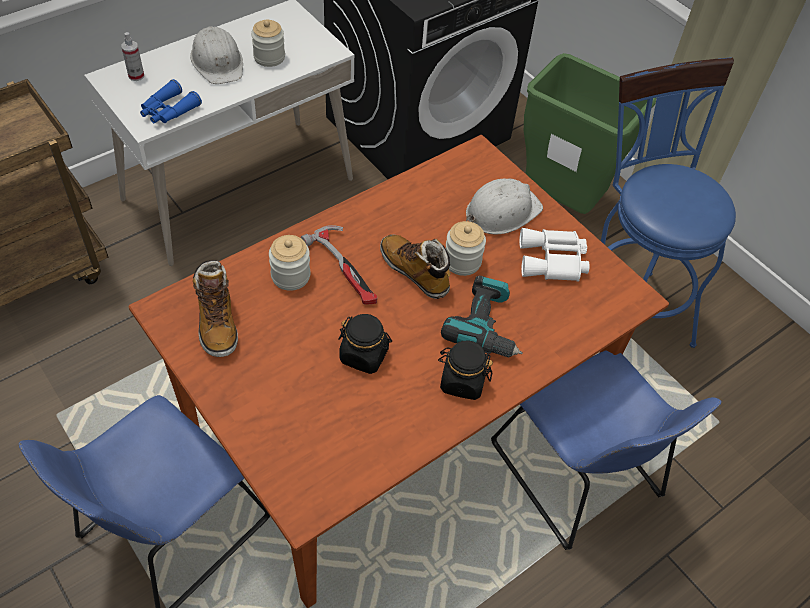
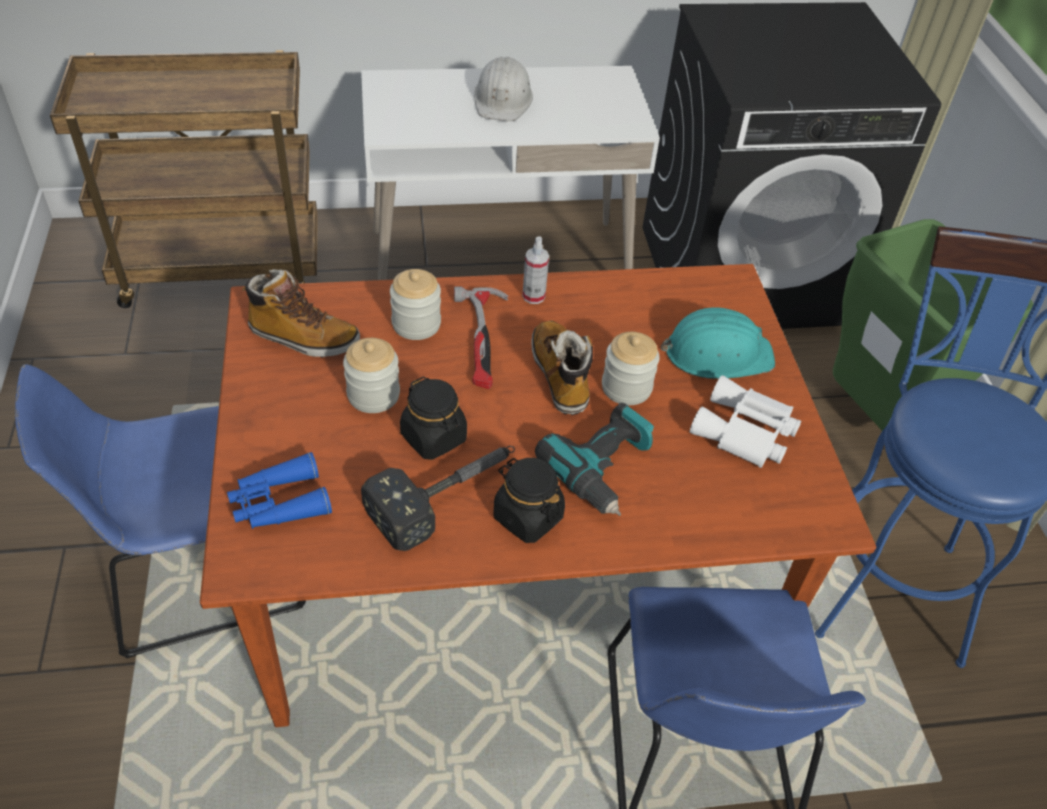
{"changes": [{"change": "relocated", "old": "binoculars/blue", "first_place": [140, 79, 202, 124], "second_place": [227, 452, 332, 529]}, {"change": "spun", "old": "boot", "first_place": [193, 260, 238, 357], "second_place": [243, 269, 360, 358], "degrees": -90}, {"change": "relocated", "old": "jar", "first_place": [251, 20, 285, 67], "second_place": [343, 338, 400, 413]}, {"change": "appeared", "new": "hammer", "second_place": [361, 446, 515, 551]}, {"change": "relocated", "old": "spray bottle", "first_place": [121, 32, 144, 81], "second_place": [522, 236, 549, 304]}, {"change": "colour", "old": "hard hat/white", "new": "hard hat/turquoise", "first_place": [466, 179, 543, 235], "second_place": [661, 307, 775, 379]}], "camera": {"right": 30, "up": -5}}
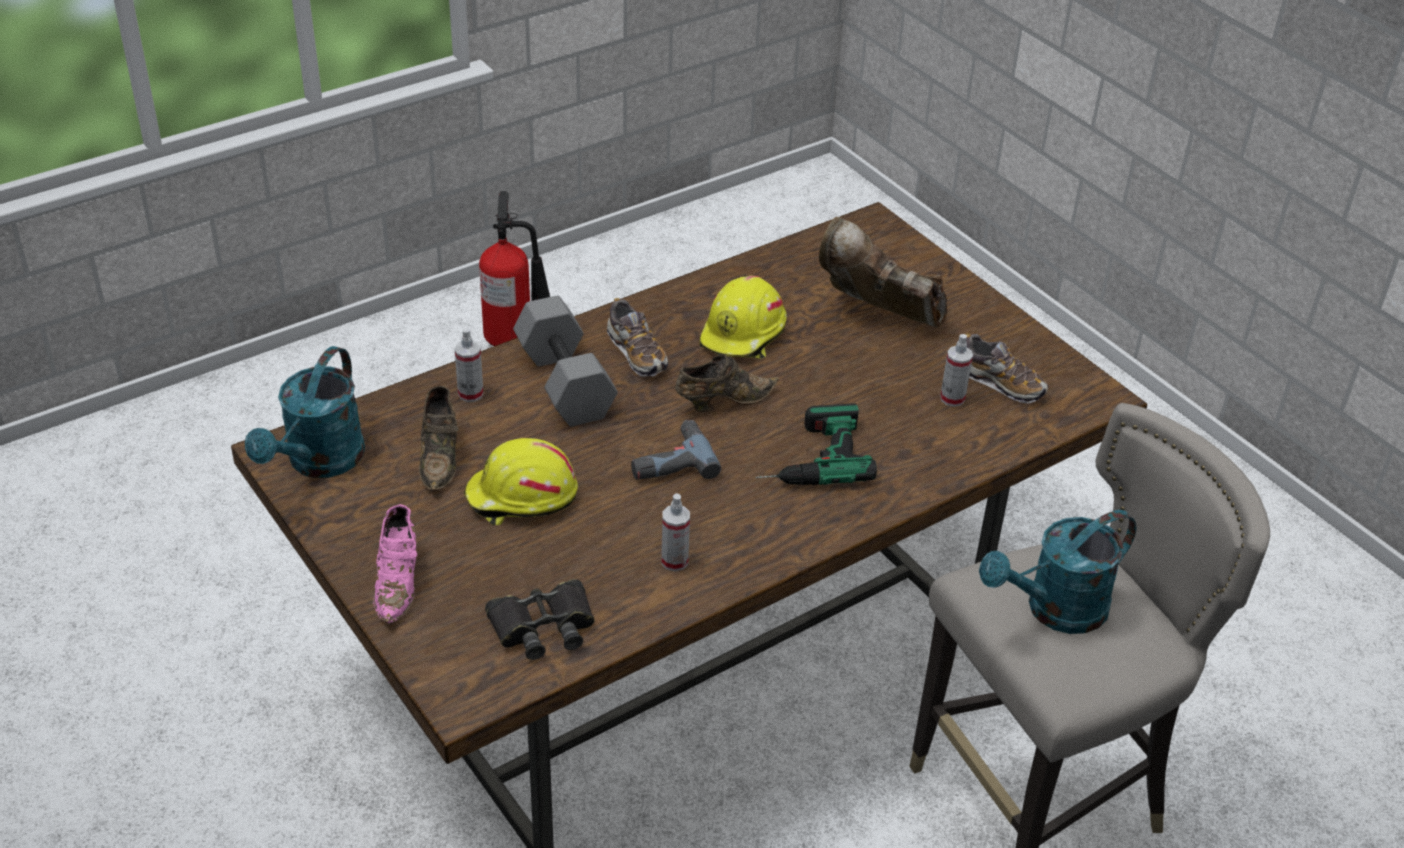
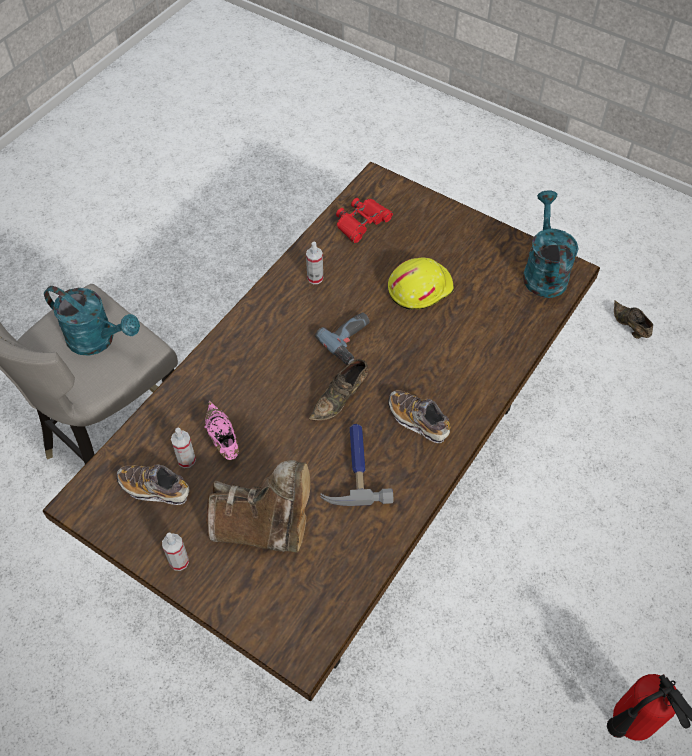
{"changes": [{"change": "spun", "old": "watering can/turquoise", "first_place": [979, 510, 1136, 634], "second_place": [44, 286, 140, 356], "degrees": 75}, {"change": "relocated", "old": "spray bottle", "first_place": [454, 328, 483, 402], "second_place": [162, 533, 189, 571]}, {"change": "relocated", "old": "shoe/pink", "first_place": [373, 504, 417, 623], "second_place": [205, 400, 239, 460]}, {"change": "exchanged", "old": "hard hat/yellow", "new": "hammer", "first_place": [700, 276, 787, 359], "second_place": [320, 424, 393, 506]}, {"change": "colour", "old": "binoculars/black", "new": "binoculars/red", "first_place": [485, 579, 595, 660], "second_place": [336, 198, 393, 243]}, {"change": "relocated", "old": "shoe/brown", "first_place": [419, 386, 459, 492], "second_place": [614, 300, 653, 339]}, {"change": "missing", "old": "dumbbell/grey", "first_place": [513, 295, 618, 427]}, {"change": "missing", "old": "power drill", "first_place": [755, 403, 877, 485]}], "camera": {"right": 160, "up": 15}}
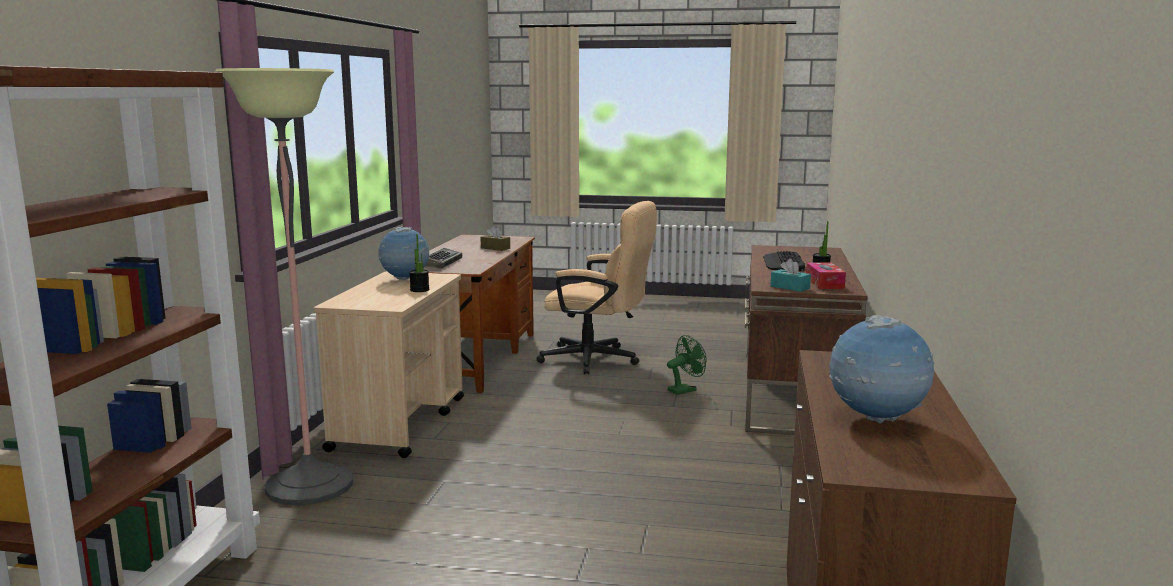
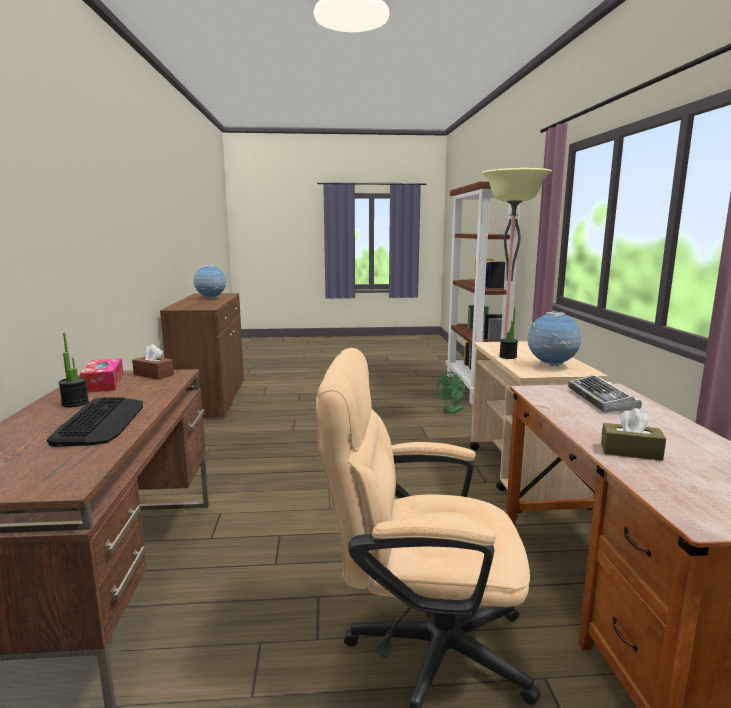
{"changes": [{"change": "colour", "old": "tissue box/turquoise", "new": "tissue box/brown", "first_place": [771, 259, 811, 292], "second_place": [132, 344, 174, 380]}, {"change": "relocated", "old": "fan/green", "first_place": [667, 335, 707, 395], "second_place": [437, 372, 465, 414]}], "camera": {"right": 165, "up": 0}}
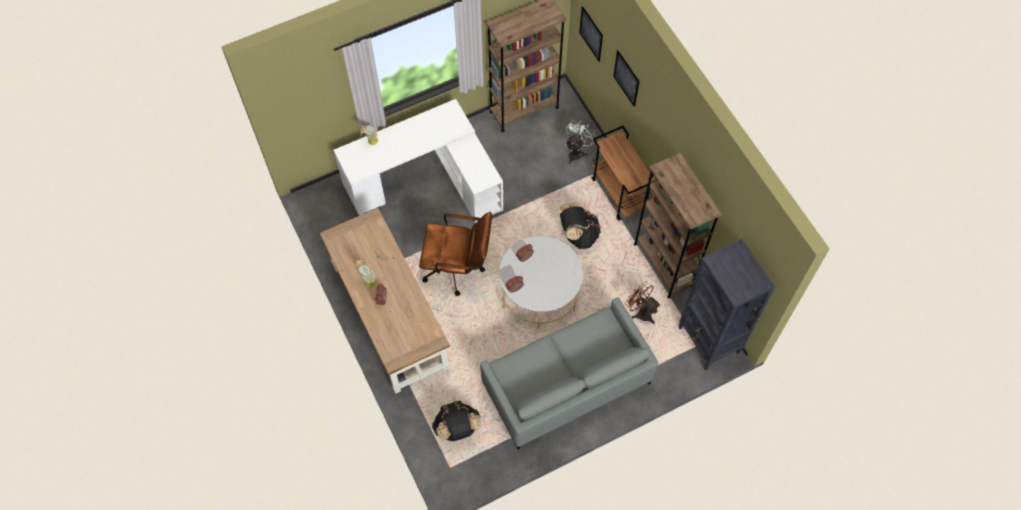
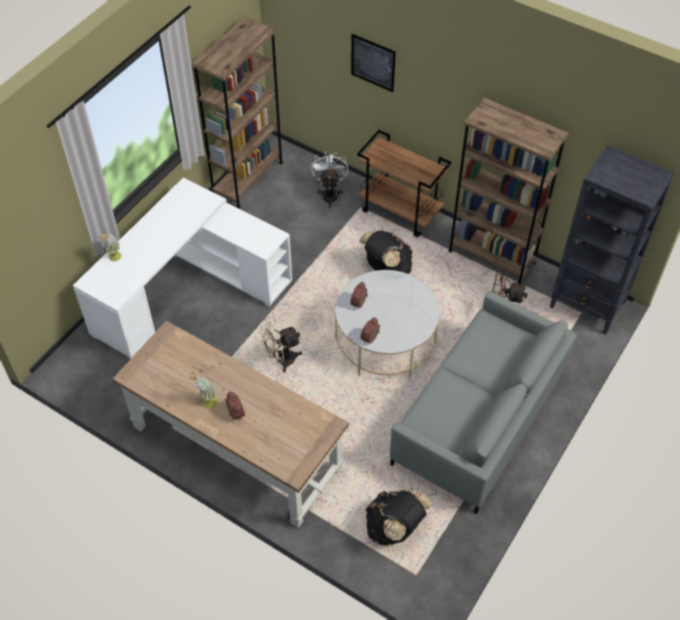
{"changes": [{"change": "exchanged", "old": "office chair/brown", "new": "fan/beige", "first_place": [419, 212, 492, 296], "second_place": [260, 322, 302, 372]}, {"change": "missing", "old": "picture", "first_place": [579, 6, 603, 62]}], "camera": {"right": -30, "up": -10}}
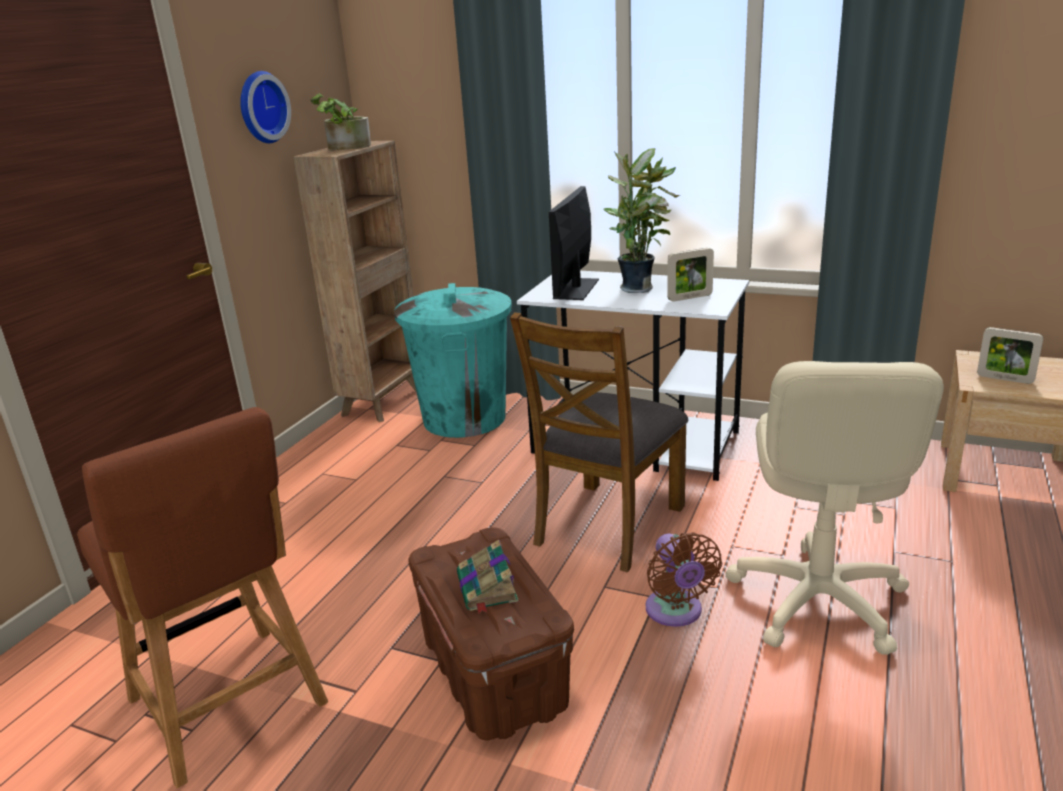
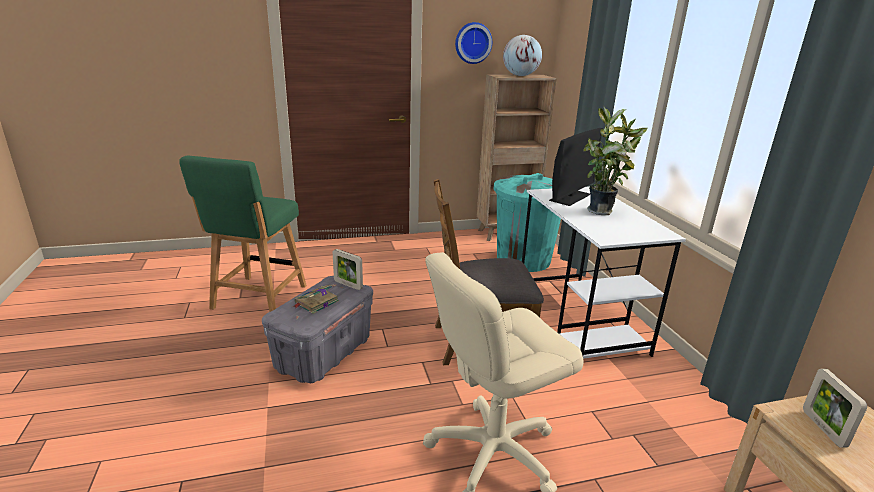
{"changes": [{"change": "colour", "old": "chair/brown", "new": "chair/green", "first_place": [77, 407, 328, 788], "second_place": [179, 156, 307, 312]}, {"change": "colour", "old": "storage box/brown", "new": "storage box/grey", "first_place": [408, 527, 574, 740], "second_place": [262, 276, 373, 383]}, {"change": "relocated", "old": "picture frame", "first_place": [667, 248, 714, 302], "second_place": [333, 249, 363, 290]}, {"change": "exchanged", "old": "potted plant", "new": "globe", "first_place": [310, 93, 371, 150], "second_place": [503, 35, 542, 76]}, {"change": "spun", "old": "monitor", "first_place": [549, 186, 599, 300], "second_place": [549, 128, 603, 206], "degrees": 150}, {"change": "missing", "old": "fan/brown", "first_place": [646, 532, 722, 627]}], "camera": {"right": 50, "up": 0}}
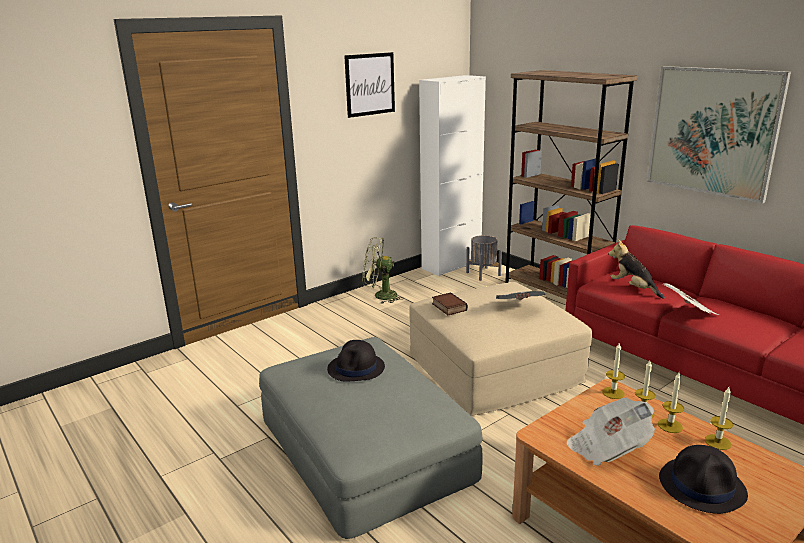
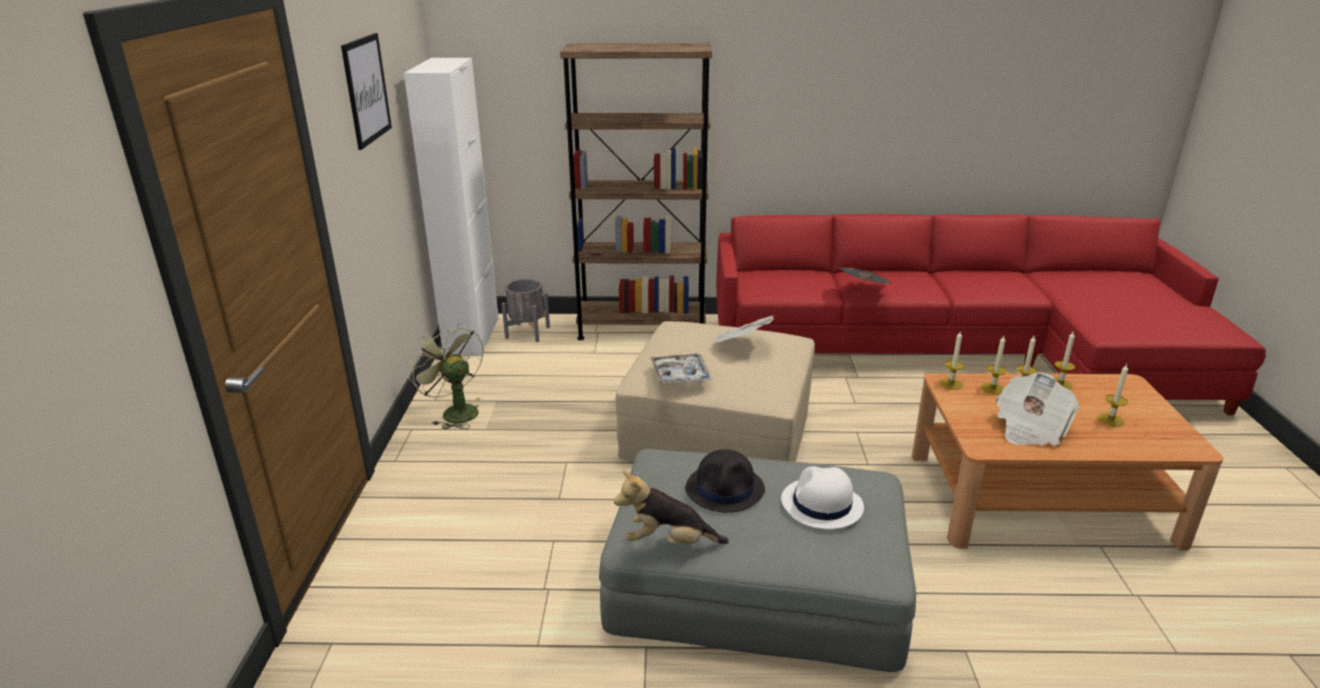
{"changes": [{"change": "spun", "old": "fan/green", "first_place": [363, 237, 403, 304], "second_place": [407, 323, 484, 429], "degrees": 90}, {"change": "relocated", "old": "plush toy", "first_place": [608, 239, 665, 299], "second_place": [614, 471, 729, 544]}, {"change": "exchanged", "old": "book", "new": "tray", "first_place": [432, 292, 468, 315], "second_place": [650, 354, 713, 384]}, {"change": "appeared", "new": "hat/white", "second_place": [781, 466, 864, 529]}, {"change": "exchanged", "old": "hat/black", "new": "candle", "first_place": [659, 445, 748, 514], "second_place": [1098, 364, 1128, 427]}, {"change": "missing", "old": "picture", "first_place": [647, 66, 791, 204]}], "camera": {"right": -50, "up": 5}}
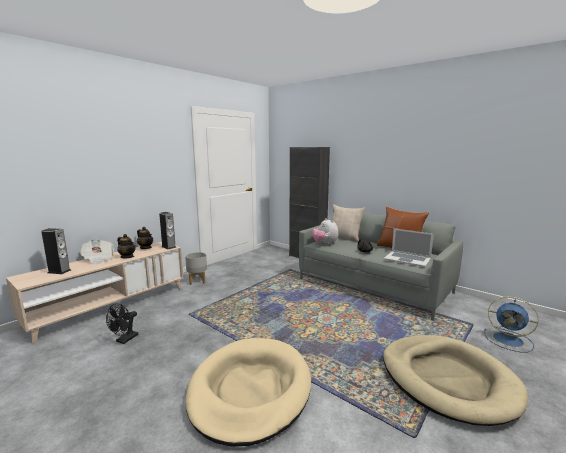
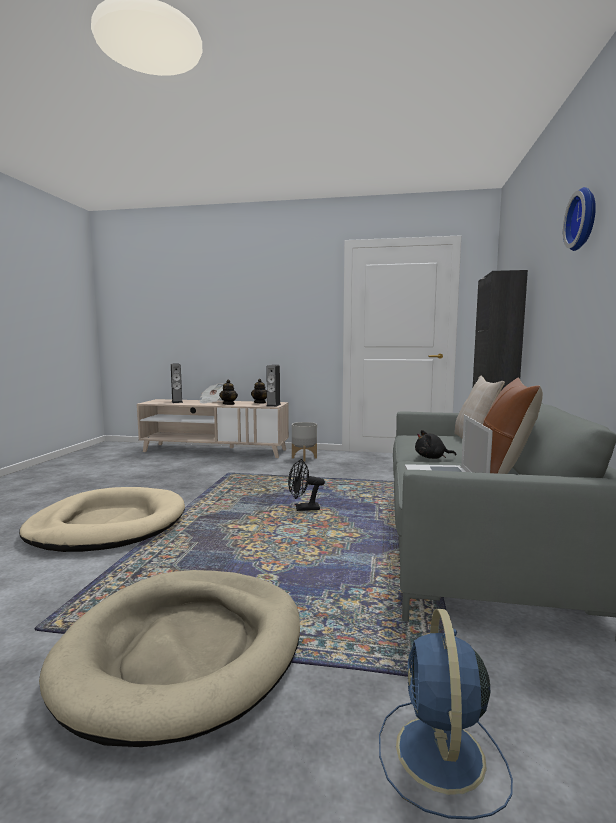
{"changes": [{"change": "relocated", "old": "fan/black", "first_place": [106, 303, 138, 344], "second_place": [288, 459, 325, 511]}, {"change": "appeared", "new": "wall clock", "second_place": [563, 187, 596, 251]}, {"change": "missing", "old": "plush toy", "first_place": [312, 218, 339, 245]}], "camera": {"right": 60, "up": -5}}
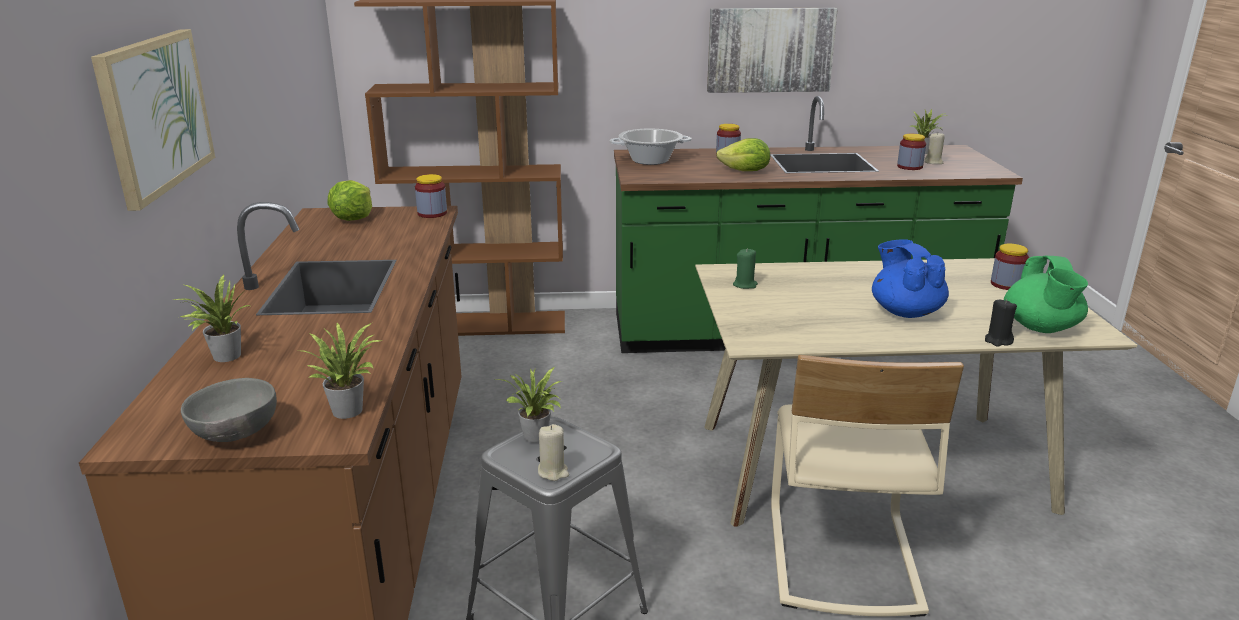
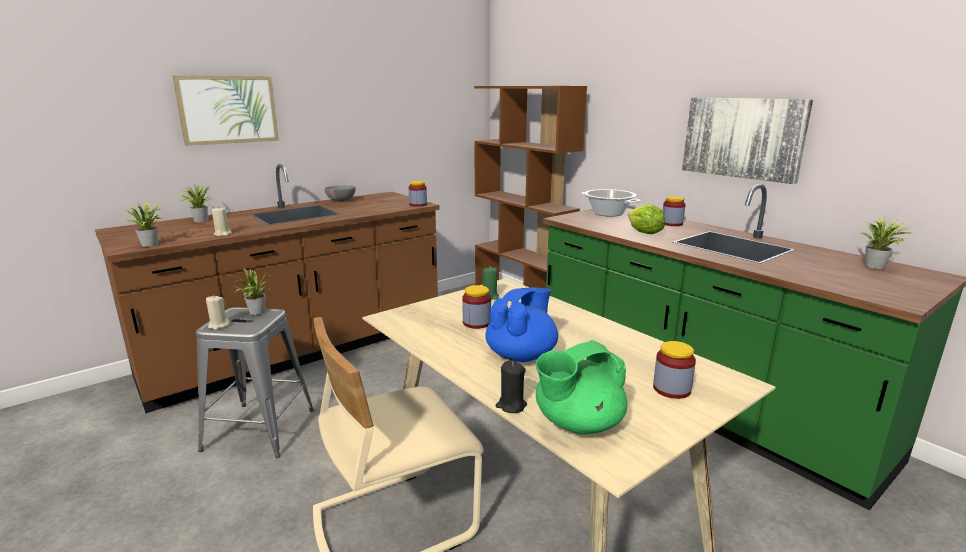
{"changes": [{"change": "relocated", "old": "candle/beige", "first_place": [924, 133, 945, 164], "second_place": [212, 206, 232, 236]}, {"change": "relocated", "old": "bowl/grey", "first_place": [181, 378, 277, 442], "second_place": [325, 185, 356, 202]}, {"change": "relocated", "old": "jar", "first_place": [897, 134, 926, 170], "second_place": [462, 285, 491, 329]}, {"change": "missing", "old": "lettuce", "first_place": [327, 180, 372, 221]}], "camera": {"right": 55, "up": -5}}
